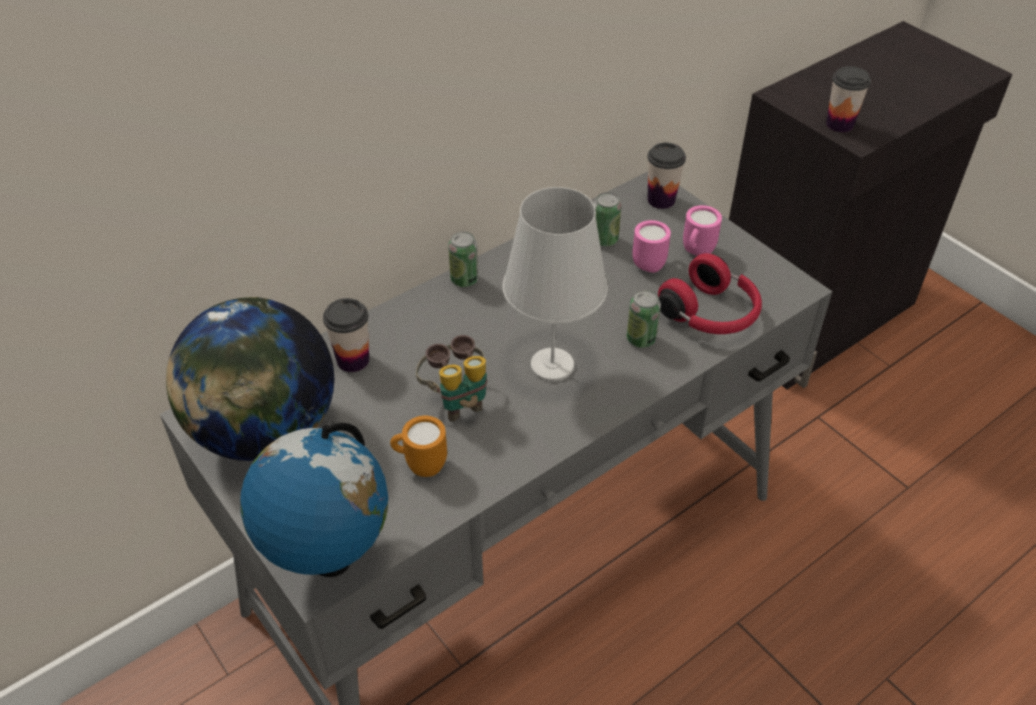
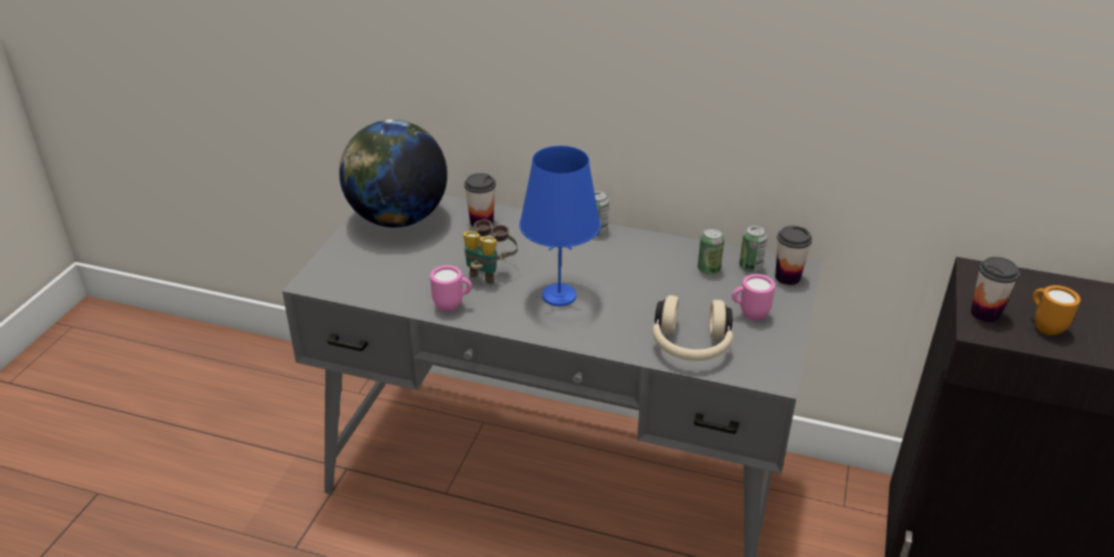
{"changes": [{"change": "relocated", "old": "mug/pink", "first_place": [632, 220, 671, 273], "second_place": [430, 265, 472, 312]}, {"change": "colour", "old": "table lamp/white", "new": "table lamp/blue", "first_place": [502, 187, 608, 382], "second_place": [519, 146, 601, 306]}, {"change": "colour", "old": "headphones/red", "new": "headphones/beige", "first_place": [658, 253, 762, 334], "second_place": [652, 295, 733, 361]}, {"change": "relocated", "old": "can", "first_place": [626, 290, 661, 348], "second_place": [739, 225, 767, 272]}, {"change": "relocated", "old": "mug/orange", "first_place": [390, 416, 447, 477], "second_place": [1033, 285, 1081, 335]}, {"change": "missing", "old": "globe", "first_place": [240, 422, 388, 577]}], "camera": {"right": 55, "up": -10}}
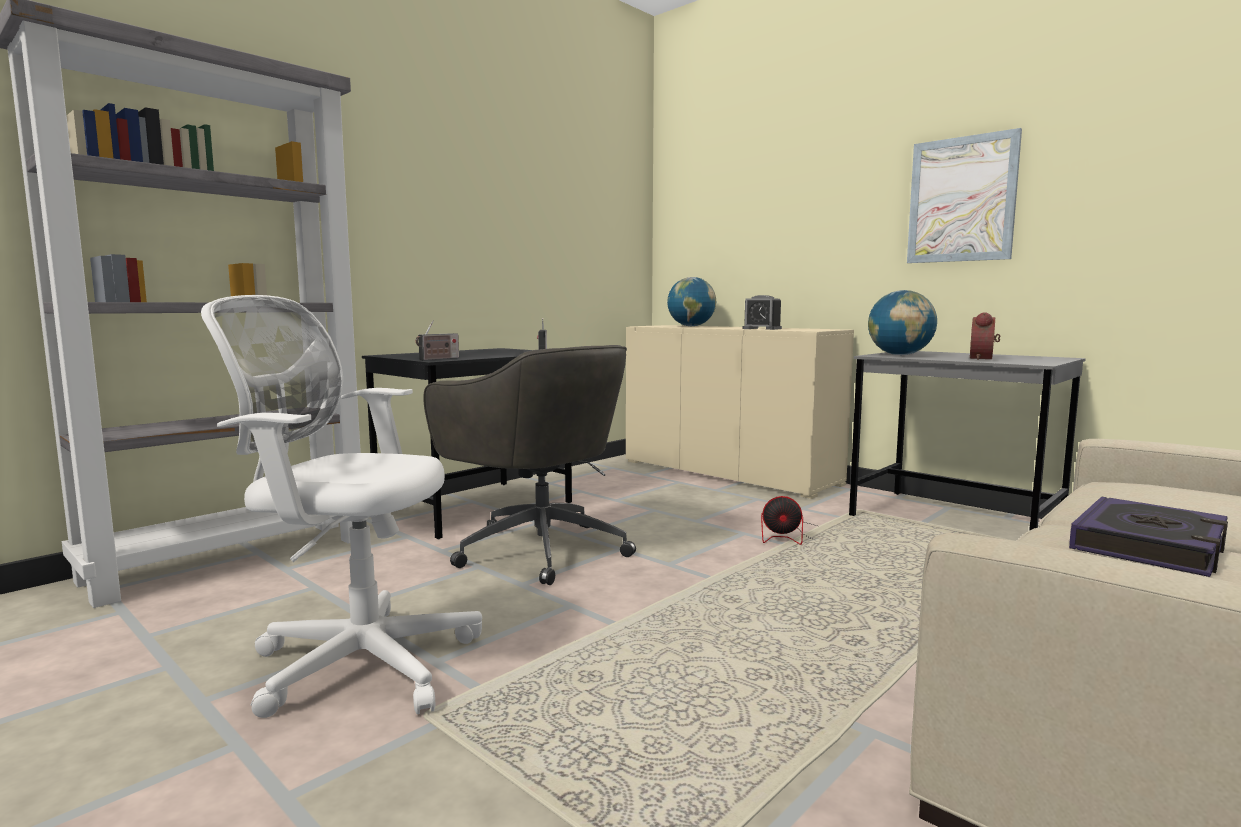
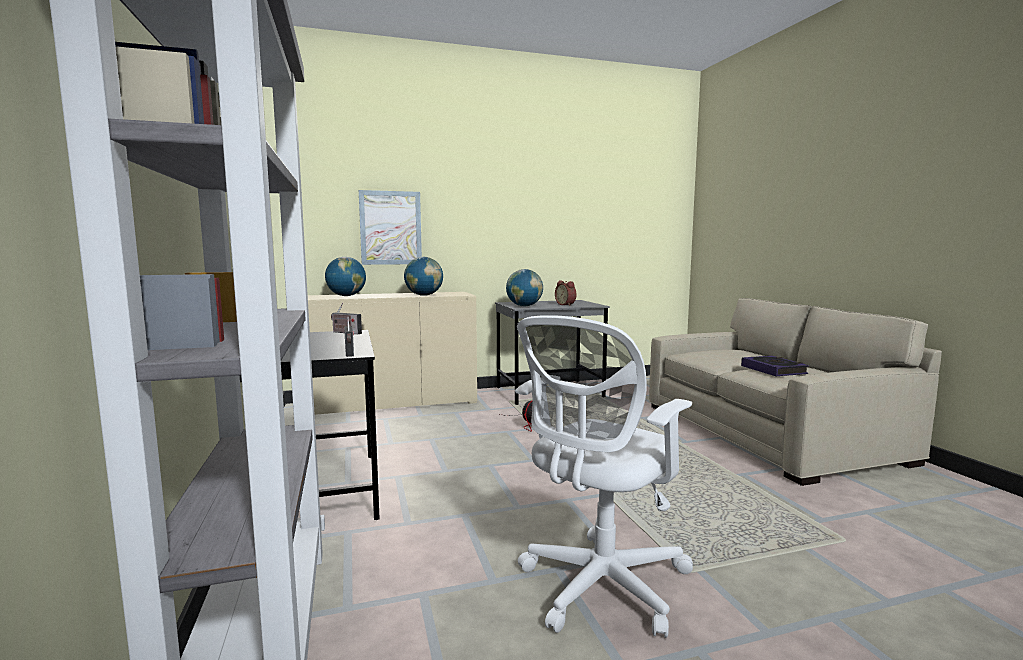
{"changes": [{"change": "relocated", "old": "picture", "first_place": [907, 128, 1022, 263], "second_place": [359, 190, 422, 265]}, {"change": "exchanged", "old": "alarm clock", "new": "globe", "first_place": [742, 295, 782, 330], "second_place": [404, 257, 443, 296]}, {"change": "missing", "old": "office chair/grey", "first_place": [423, 345, 636, 585]}], "camera": {"right": -60, "up": 0}}
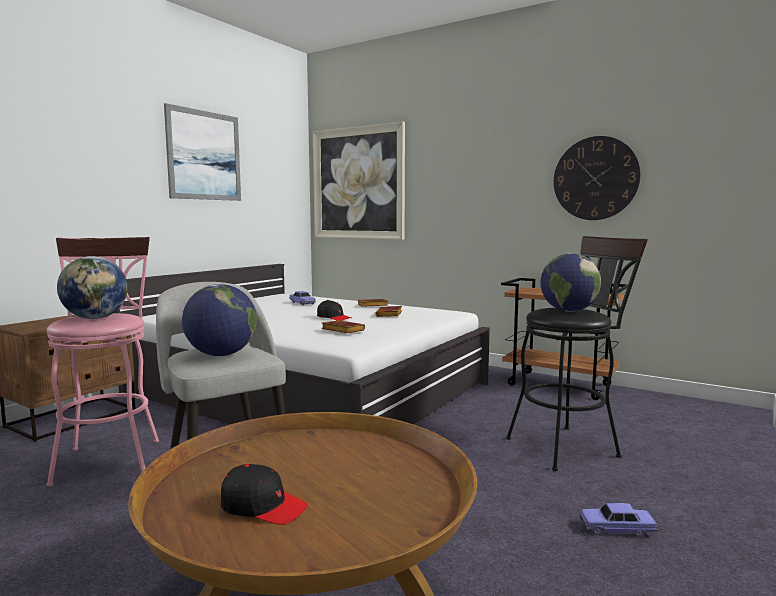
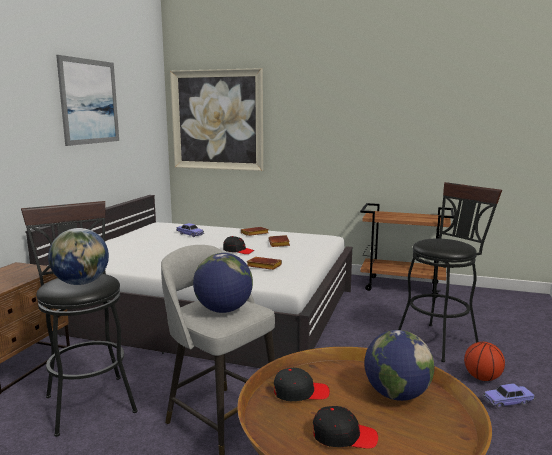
{"changes": [{"change": "colour", "old": "stool/pink", "new": "stool/black", "first_place": [46, 237, 159, 487], "second_place": [21, 201, 138, 437]}, {"change": "appeared", "new": "cap/black", "second_place": [274, 368, 330, 401]}, {"change": "relocated", "old": "globe", "first_place": [540, 253, 602, 312], "second_place": [364, 330, 434, 401]}, {"change": "appeared", "new": "basketball", "second_place": [464, 342, 505, 381]}, {"change": "missing", "old": "wall clock", "first_place": [554, 136, 641, 220]}], "camera": {"right": -15, "up": 5}}
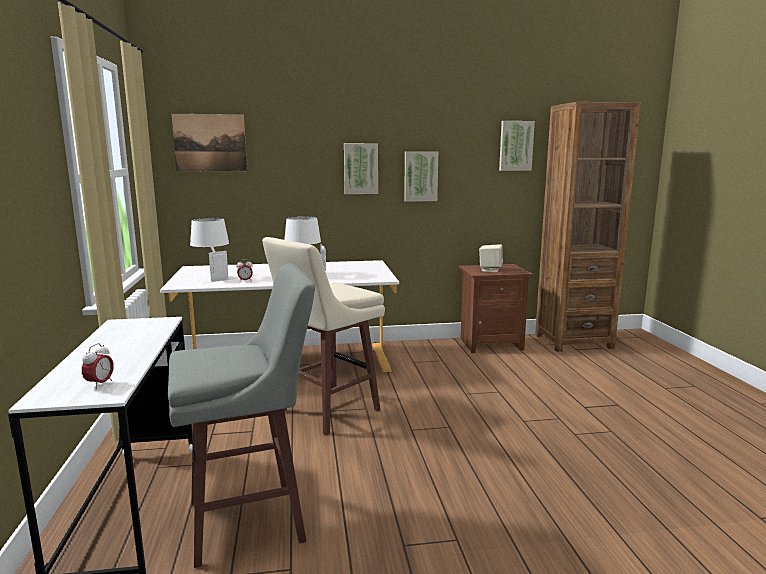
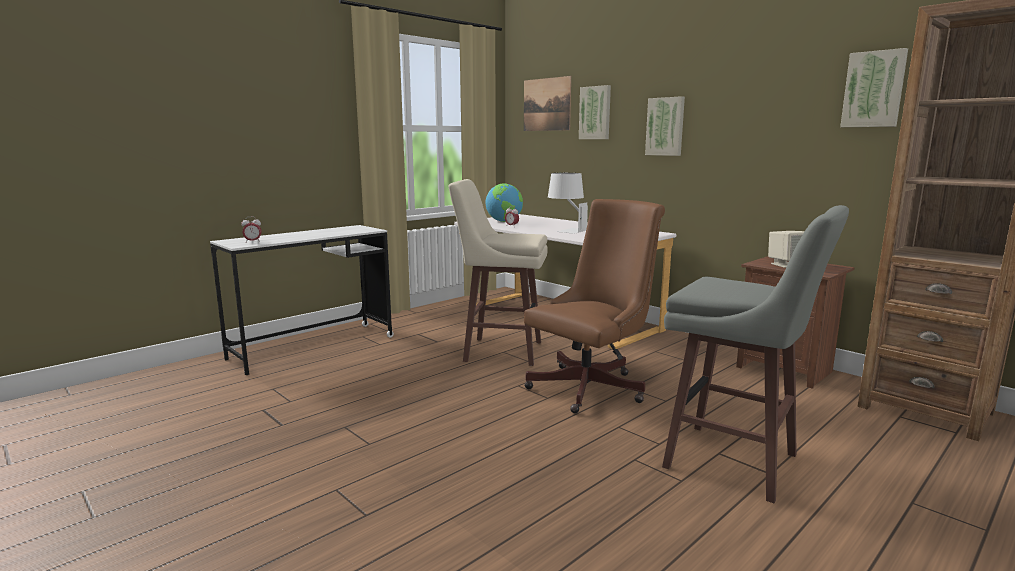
{"changes": [{"change": "exchanged", "old": "table lamp/white", "new": "globe", "first_place": [190, 218, 235, 283], "second_place": [486, 183, 523, 222]}, {"change": "appeared", "new": "office chair/brown", "second_place": [524, 199, 665, 413]}, {"change": "relocated", "old": "picture", "first_place": [404, 151, 438, 202], "second_place": [579, 85, 611, 139]}, {"change": "relocated", "old": "stool/grey", "first_place": [168, 263, 315, 568], "second_place": [662, 205, 849, 504]}], "camera": {"right": 55, "up": 0}}
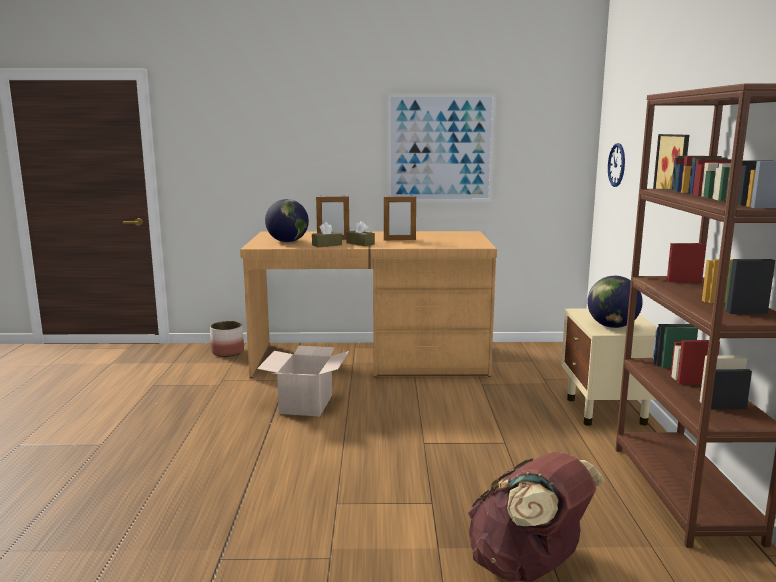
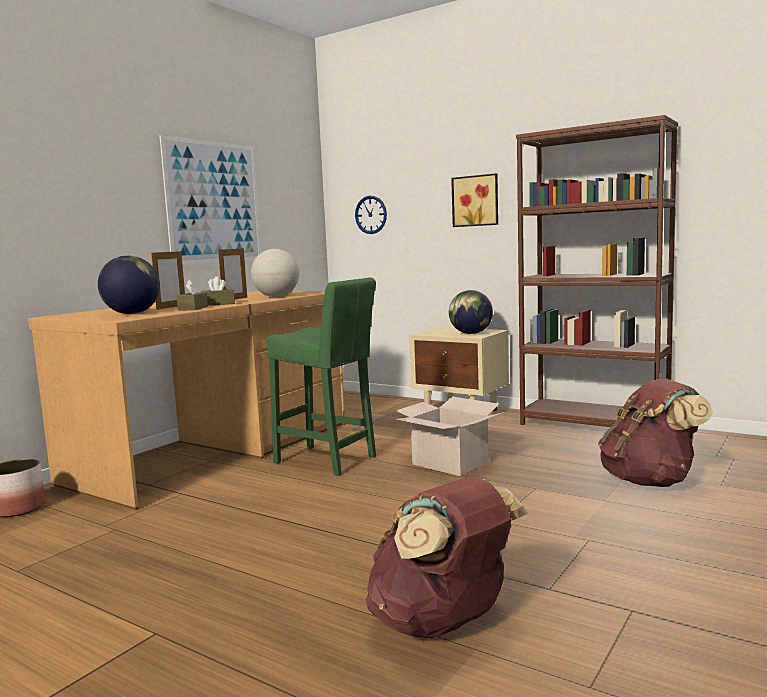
{"changes": [{"change": "appeared", "new": "globe", "second_place": [251, 249, 299, 297]}, {"change": "appeared", "new": "stool/green", "second_place": [267, 277, 376, 476]}, {"change": "appeared", "new": "backpack/brown", "second_place": [366, 477, 528, 639]}, {"change": "relocated", "old": "cardboard box", "first_place": [257, 346, 349, 417], "second_place": [396, 397, 504, 476]}], "camera": {"right": -55, "up": -5}}
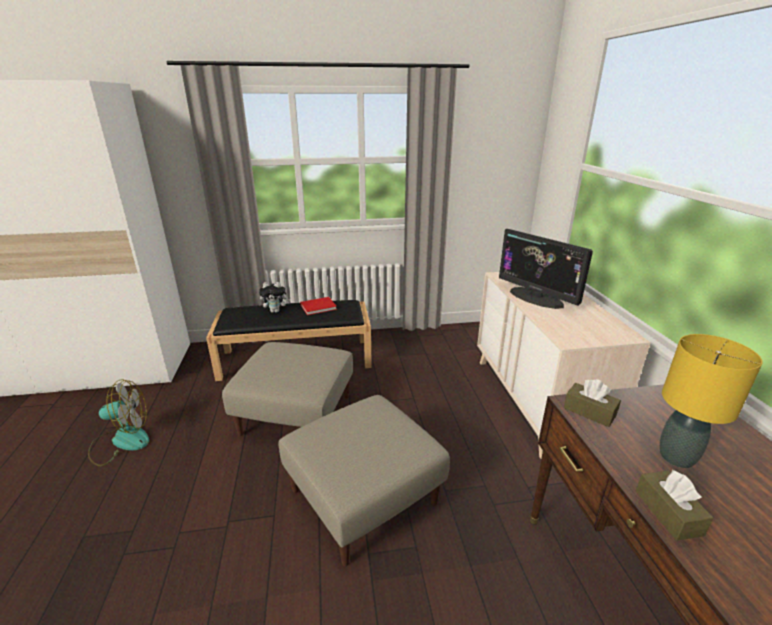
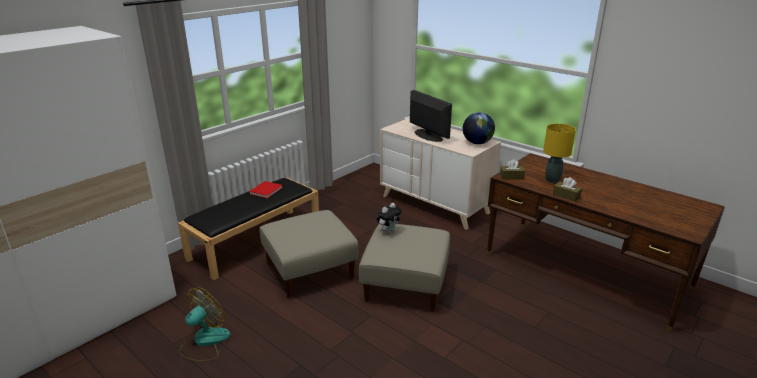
{"changes": [{"change": "relocated", "old": "plush toy", "first_place": [259, 282, 290, 313], "second_place": [377, 203, 402, 233]}, {"change": "spun", "old": "monitor", "first_place": [499, 229, 593, 309], "second_place": [410, 90, 452, 142], "degrees": -135}, {"change": "appeared", "new": "globe", "second_place": [463, 112, 495, 144]}], "camera": {"right": -40, "up": 0}}
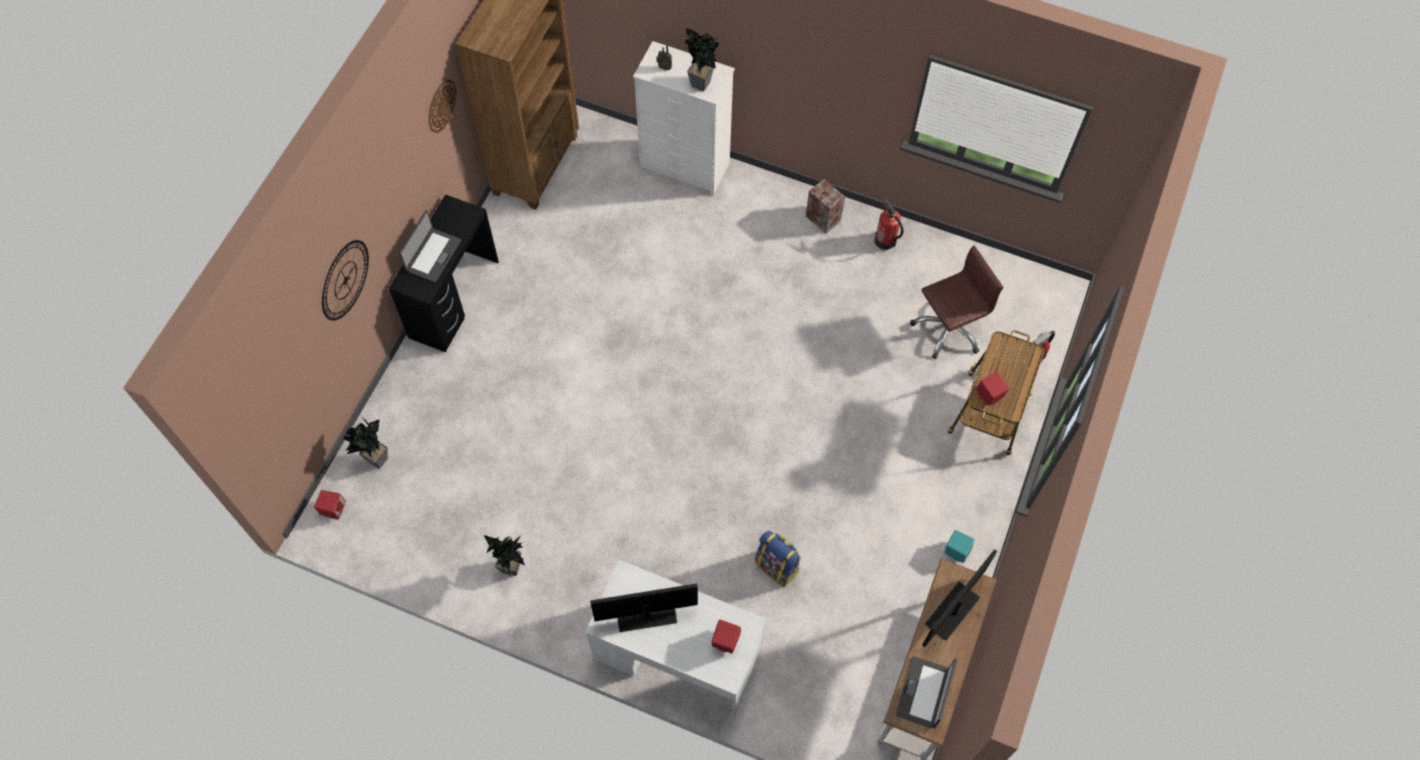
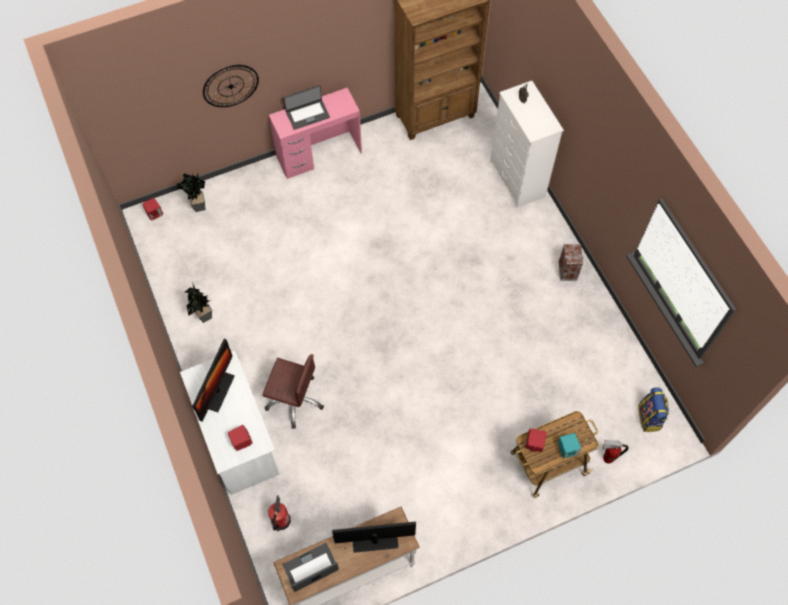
{"changes": [{"change": "spun", "old": "monitor", "first_place": [590, 583, 698, 632], "second_place": [192, 339, 235, 422], "degrees": 75}, {"change": "relocated", "old": "office chair/brown", "first_place": [910, 245, 1003, 359], "second_place": [262, 354, 324, 429]}, {"change": "relocated", "old": "fire extinguisher", "first_place": [874, 198, 904, 250], "second_place": [268, 495, 291, 531]}, {"change": "colour", "old": "desk/black", "new": "desk/pink", "first_place": [389, 194, 499, 352], "second_place": [269, 88, 362, 179]}, {"change": "relocated", "old": "speaker/turquoise", "first_place": [945, 530, 975, 563], "second_place": [558, 433, 581, 458]}, {"change": "relocated", "old": "backpack", "first_place": [755, 531, 801, 587], "second_place": [639, 388, 669, 432]}, {"change": "missing", "old": "wall clock", "first_place": [429, 79, 457, 133]}, {"change": "missing", "old": "potted plant", "first_place": [684, 29, 720, 91]}], "camera": {"right": 45, "up": 0}}
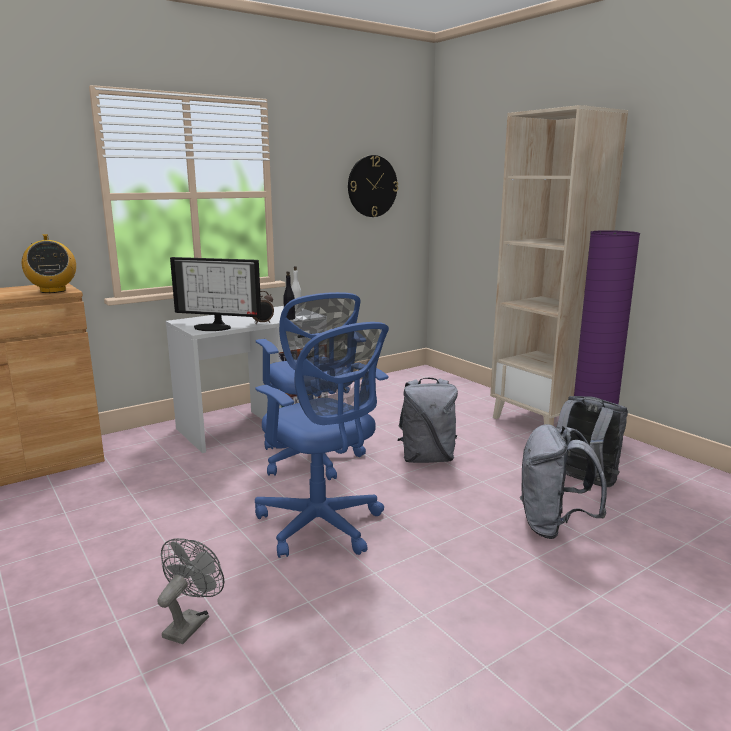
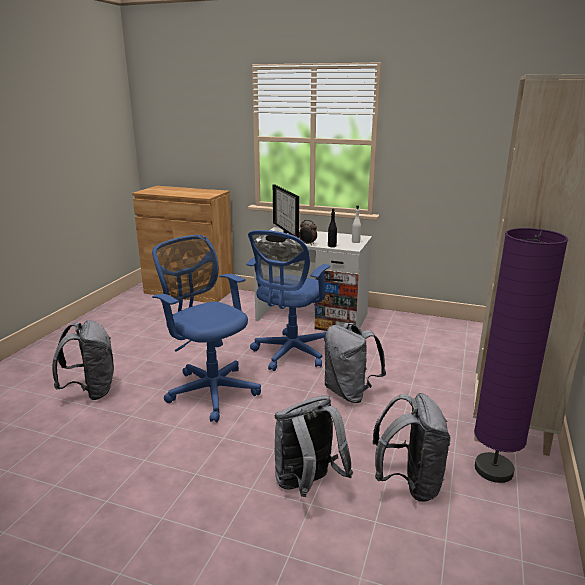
{"changes": [{"change": "exchanged", "old": "fan/grey", "new": "backpack/grey", "first_place": [157, 538, 224, 644], "second_place": [52, 320, 114, 400]}, {"change": "spun", "old": "office chair/blue", "first_place": [255, 322, 389, 558], "second_place": [152, 235, 261, 422], "degrees": 120}, {"change": "missing", "old": "radio", "first_place": [22, 234, 76, 293]}, {"change": "missing", "old": "wall clock", "first_place": [348, 155, 398, 217]}], "camera": {"right": 55, "up": 5}}
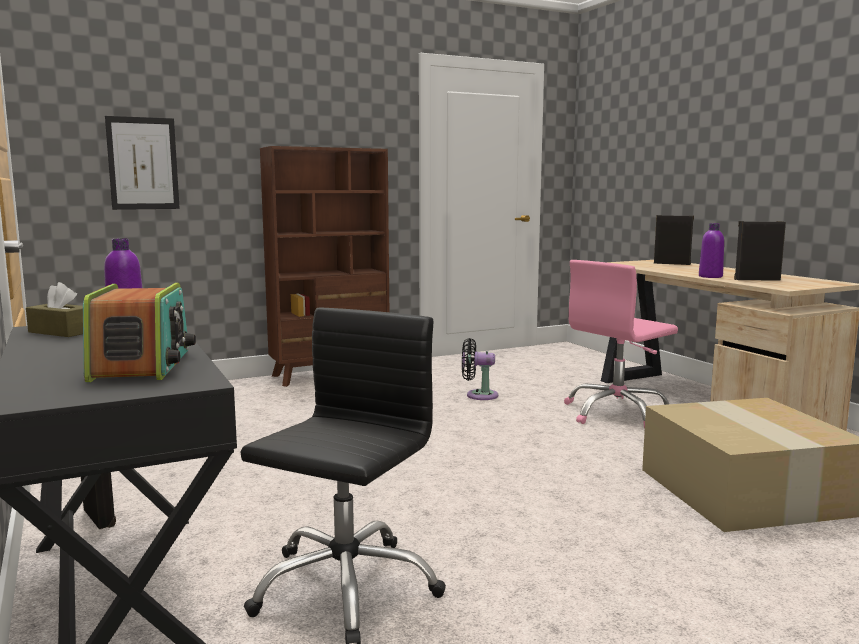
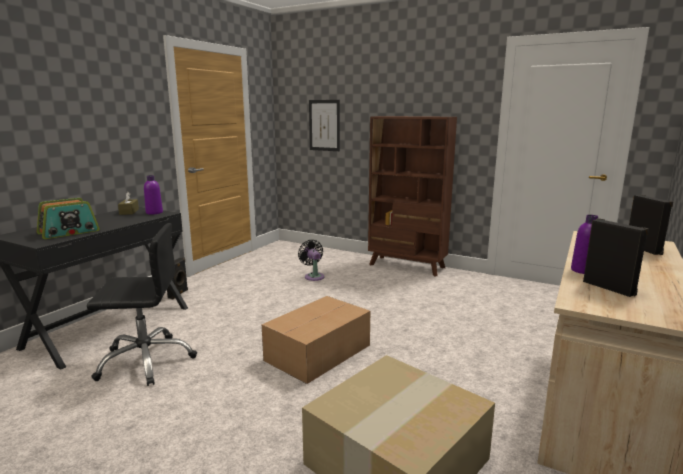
{"changes": [{"change": "appeared", "new": "cardboard box", "second_place": [262, 296, 370, 384]}, {"change": "relocated", "old": "fan/black", "first_place": [462, 338, 498, 400], "second_place": [298, 240, 325, 281]}, {"change": "missing", "old": "office chair/pink", "first_place": [564, 260, 678, 429]}], "camera": {"right": 55, "up": 5}}
